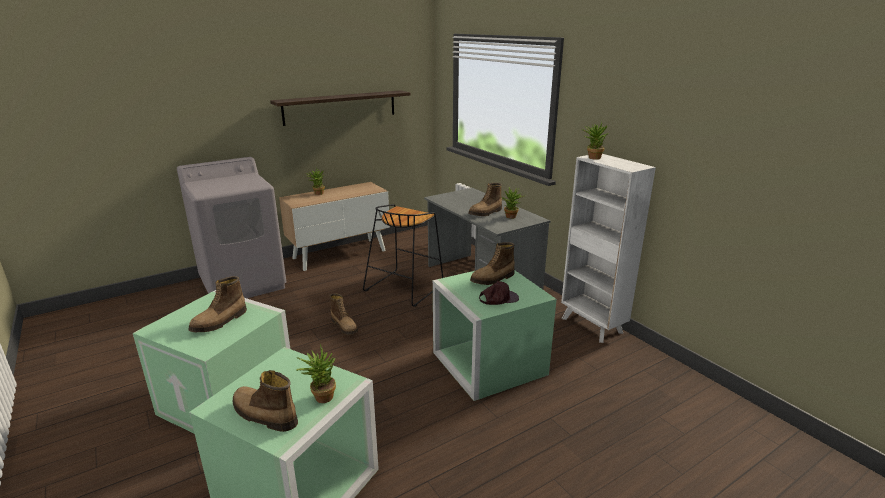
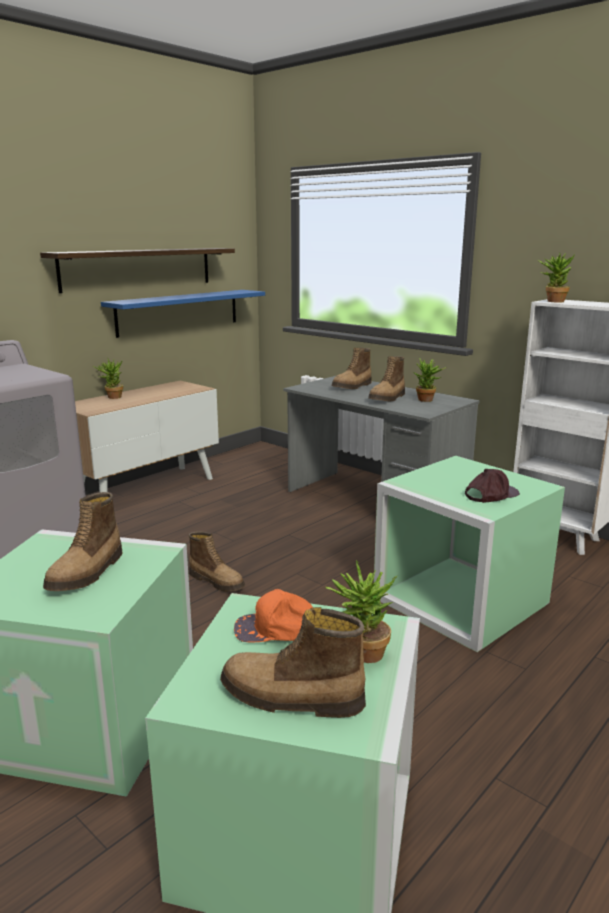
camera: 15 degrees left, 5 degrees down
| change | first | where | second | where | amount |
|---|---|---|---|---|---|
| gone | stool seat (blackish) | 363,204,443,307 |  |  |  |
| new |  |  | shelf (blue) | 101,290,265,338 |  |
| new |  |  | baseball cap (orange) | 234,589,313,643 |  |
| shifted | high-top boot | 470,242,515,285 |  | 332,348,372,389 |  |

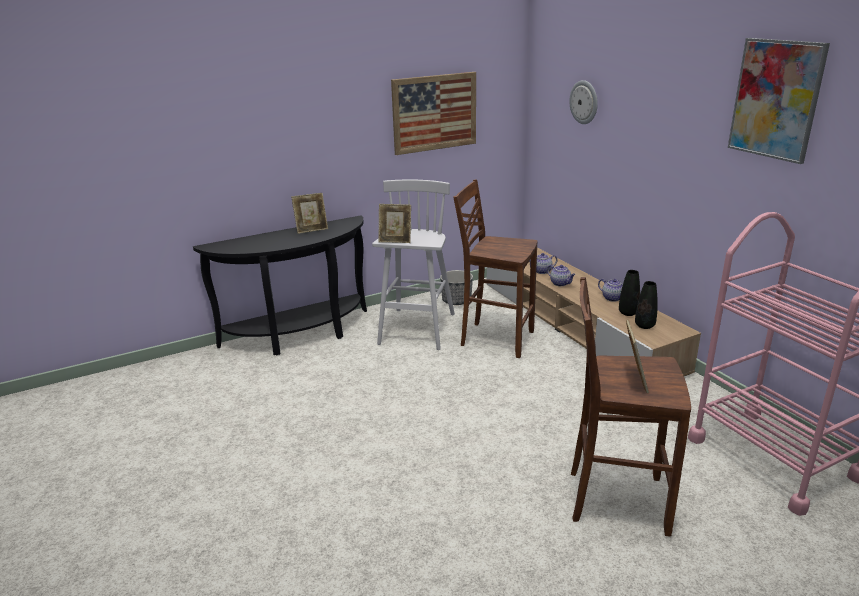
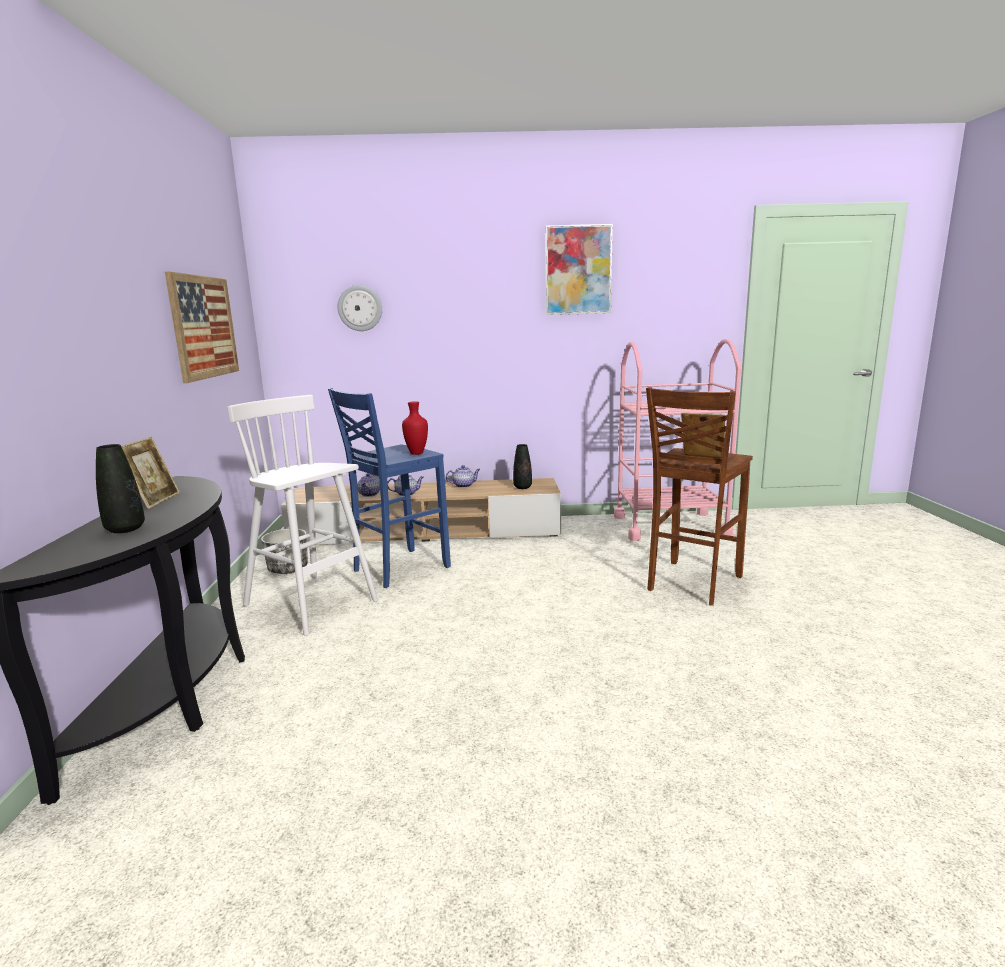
camera: 65 degrees left, 10 degrees down
| change | first | where | second | where | amount |
|---|---|---|---|---|---|
| gone | picture frame | 379,204,411,243 |  |  |  |
| new |  |  | decorative vase (red) | 402,401,428,455 |  |
| shifted | decorative vase (blackish) | 619,270,640,316 |  | 96,444,145,533 |  |
| repainted | stool seat (brown-coloured) | 454,179,538,358 | stool seat (blue) | 328,388,451,588 |  |

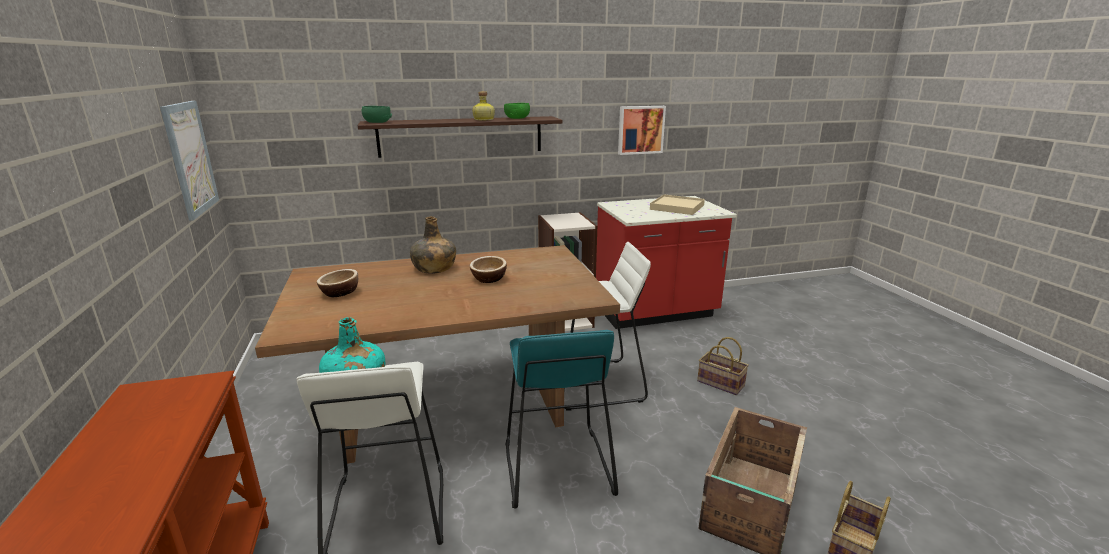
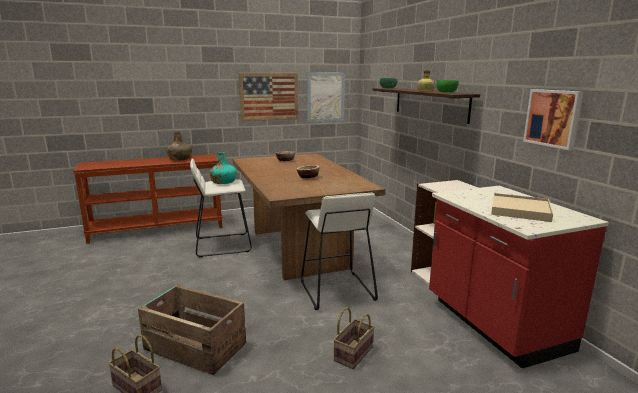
camera: 85 degrees right, 5 degrees down
| change | first | where | second | where | amount |
|---|---|---|---|---|---|
| gone | stool seat (turquoise-coloured) | 506,330,618,509 |  |  |  |
| new |  |  | wall art | 238,73,298,121 |  |
| shifted | bottle (green) | 410,216,456,274 |  | 167,131,192,161 |  |

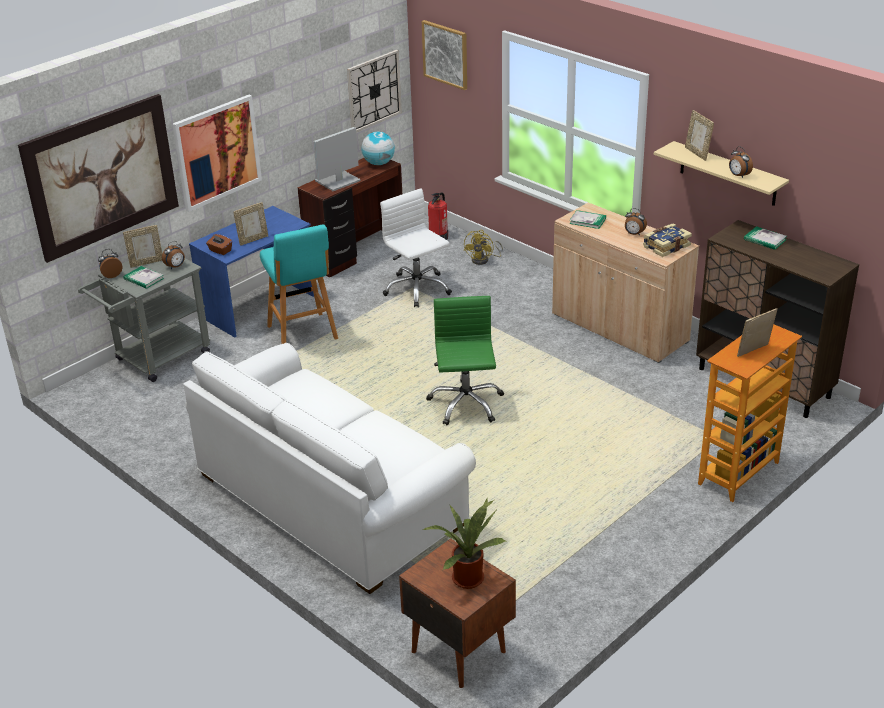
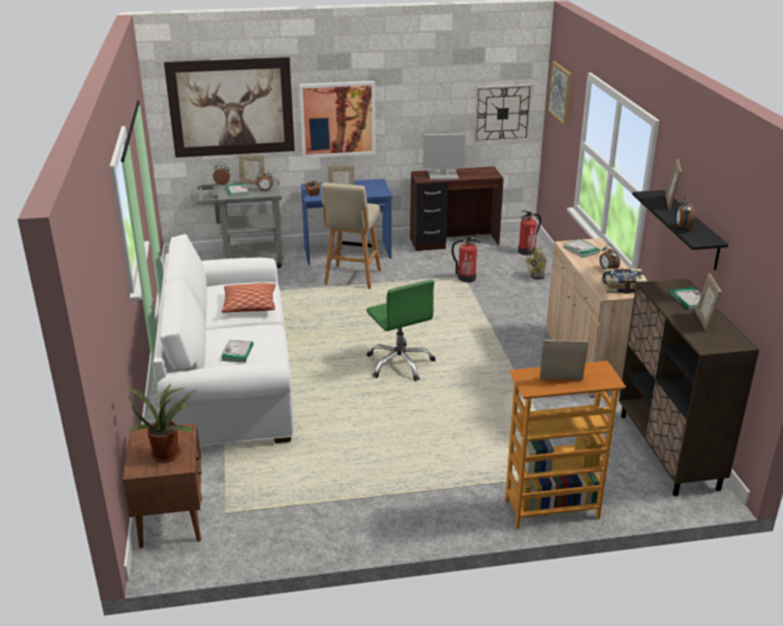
camera: 35 degrees right, 5 degrees down
| change | first | where | second | where | amount |
|---|---|---|---|---|---|
| gone | globe | 361,131,395,165 |  |  |  |
| new |  |  | pillow | 221,283,276,313 |  |
| new |  |  | volume | 221,340,254,362 |  |
| new |  |  | picture frame | 696,273,721,332 |  |
| swapped | desk chair (white-coloured) | 380,188,452,307 | extinguisher | 451,234,480,283 |  |
| repainted | stool seat (turquoise-coloured) | 260,224,338,344 | stool seat (sand-coloured) | 321,182,381,289 |  |
| repainted | shelf (sand-coloured) | 654,141,789,206 | shelf (blackish) | 632,190,728,270 |  |
| rotated | desk chair (green) | 426,296,504,425 |  | 366,280,436,381 | 120 degrees clockwise |

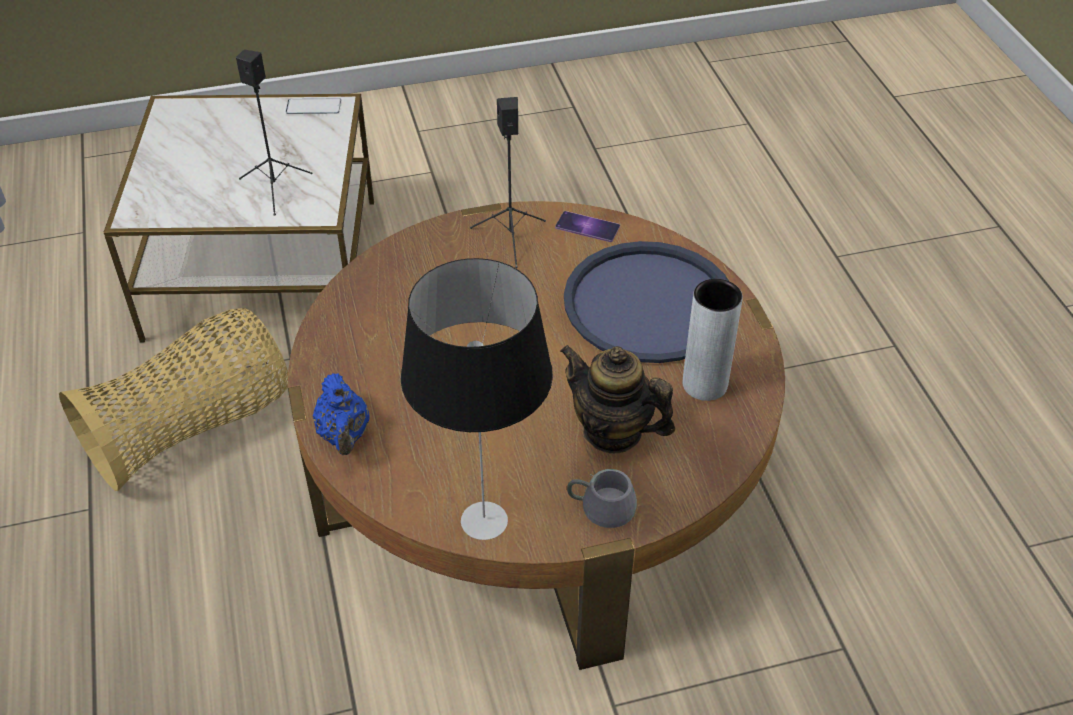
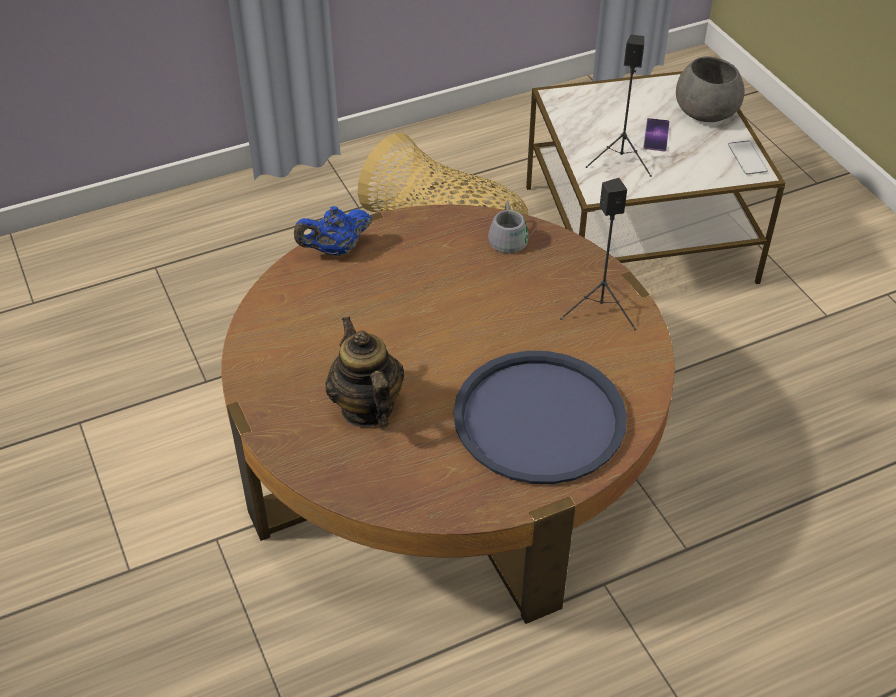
camera: 80 degrees right, 0 degrees up
| change | first | where | second | where | amount |
|---|---|---|---|---|---|
| gone | tabletop lamp | 401,258,553,540 |  |  |  |
| gone | decorative vase (gray) | 683,279,743,401 |  |  |  |
| new |  |  | bowl (gray) | 676,56,745,122 |  |
| shifted | phone | 555,211,620,242 |  | 643,118,670,151 |  |
| shifted | tea mug (gray) | 567,469,637,528 |  | 488,202,536,253 |  |
| rotated | pot for tea | 560,345,675,454 |  | 325,317,404,427 | 45 degrees counterclockwise |

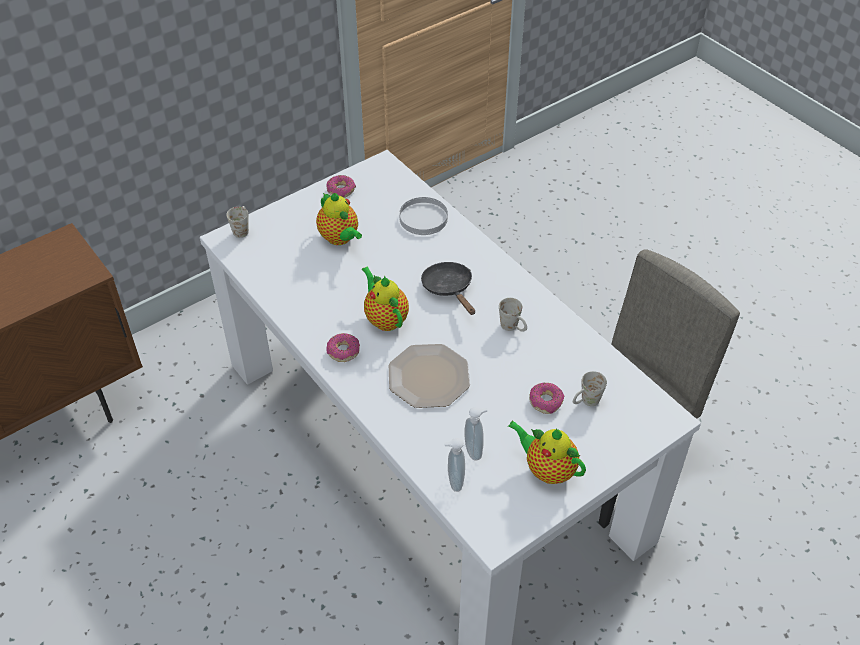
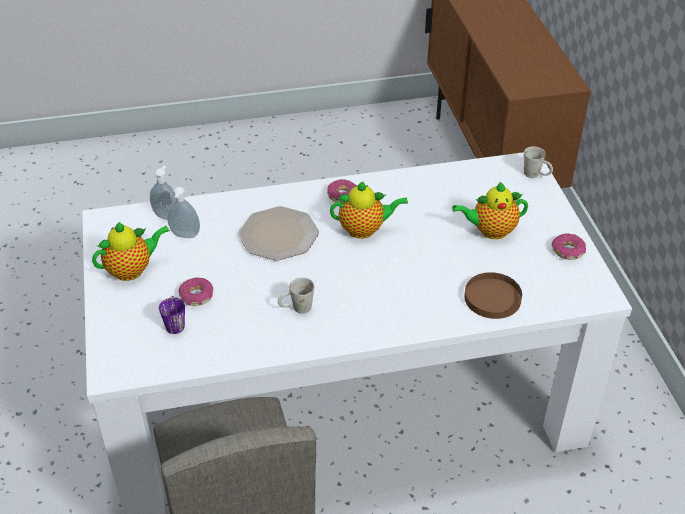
camera: 115 degrees right, 5 degrees down
| change | first | where | second | where | amount |
|---|---|---|---|---|---|
| gone | skillet (blackish) | 421,262,475,315 |  |  |  |
| repainted | flat dish (white-coloured) | 399,197,448,235 | flat dish (brown-coloured) | 464,272,522,319 |  |
| repainted | tea mug (white-coloured) | 573,371,607,406 | tea mug (purple) | 159,296,185,334 |  |

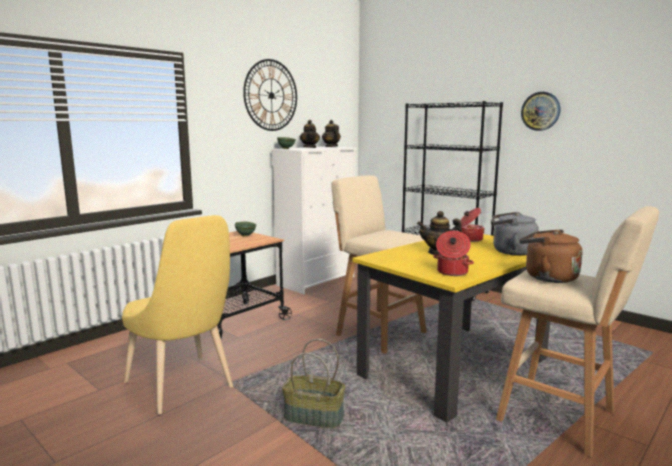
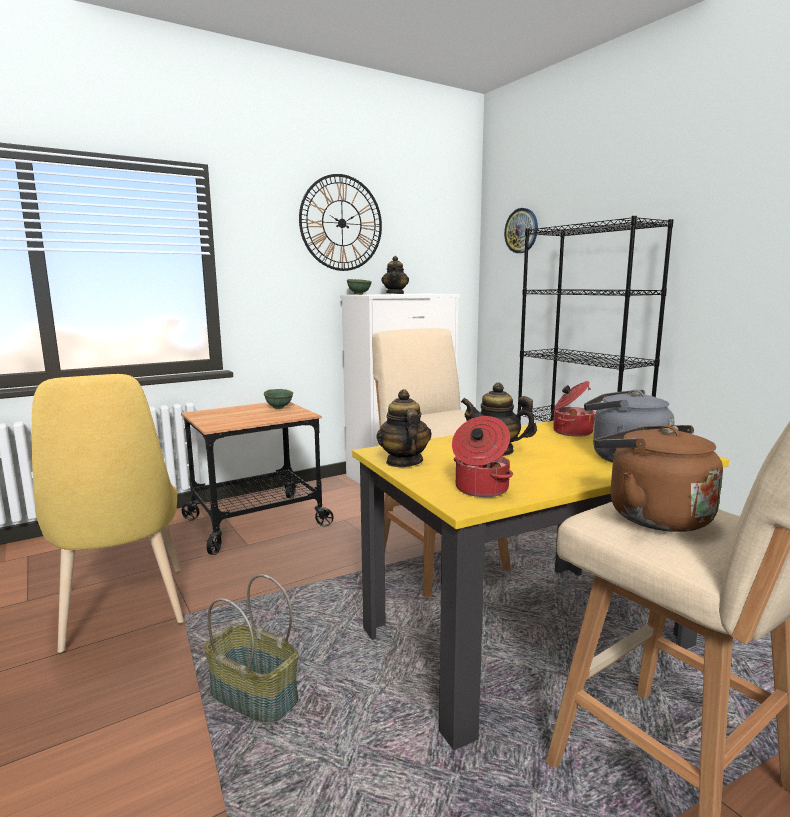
camera: 15 degrees right, 0 degrees up
| change | first | where | second | where | amount |
|---|---|---|---|---|---|
| shifted | pot for tea | 322,120,341,147 |  | 376,389,432,467 |  |
| shifted | clock on the wall | 521,92,560,131 |  | 504,208,538,253 |  |

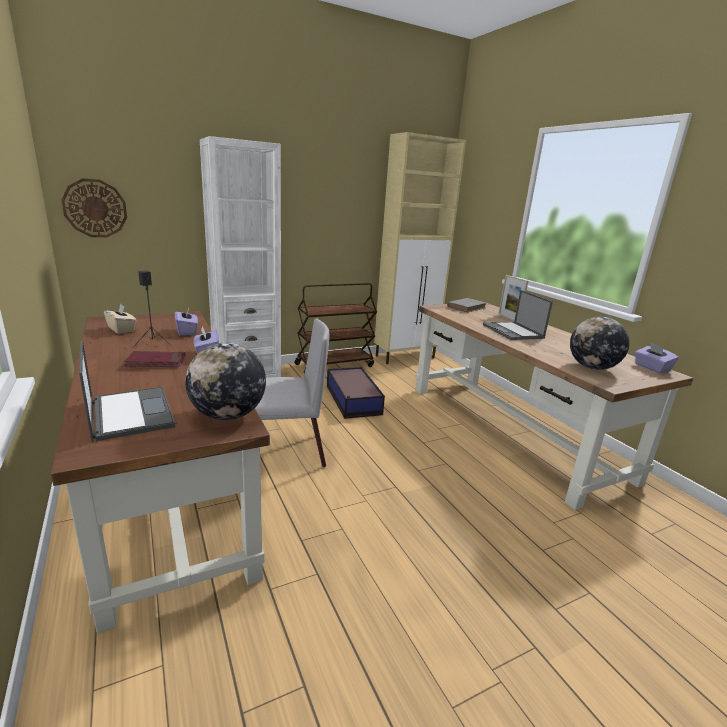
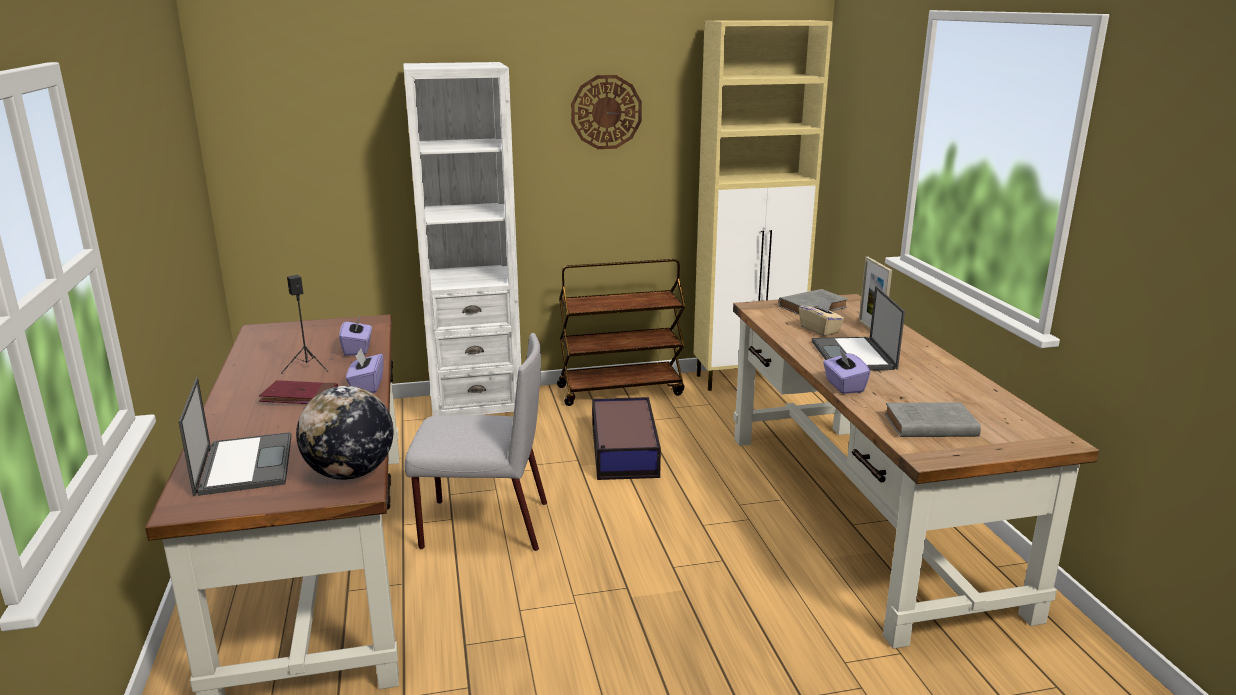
camera: 15 degrees right, 0 degrees up
| change | first | where | second | where | amount |
|---|---|---|---|---|---|
| shifted | clock on the wall | 61,178,127,237 |  | 571,75,642,149 |  |
| shifted | tissue box (sand-coloured) | 104,304,137,334 |  | 799,297,845,336 |  |
| shifted | tissue box (purple) | 635,343,679,373 |  | 823,348,870,394 |  |
| swapped | globe | 570,317,630,370 | volume (gray) | 885,402,981,437 |  |

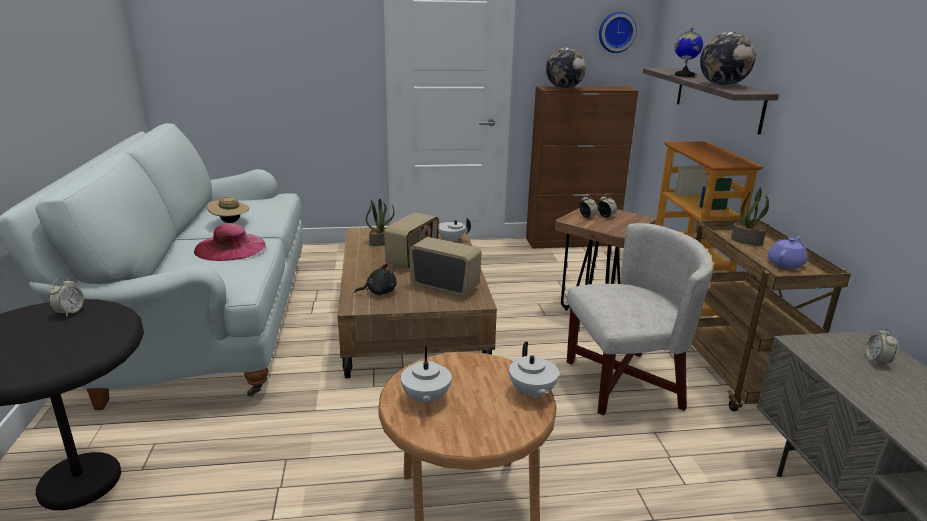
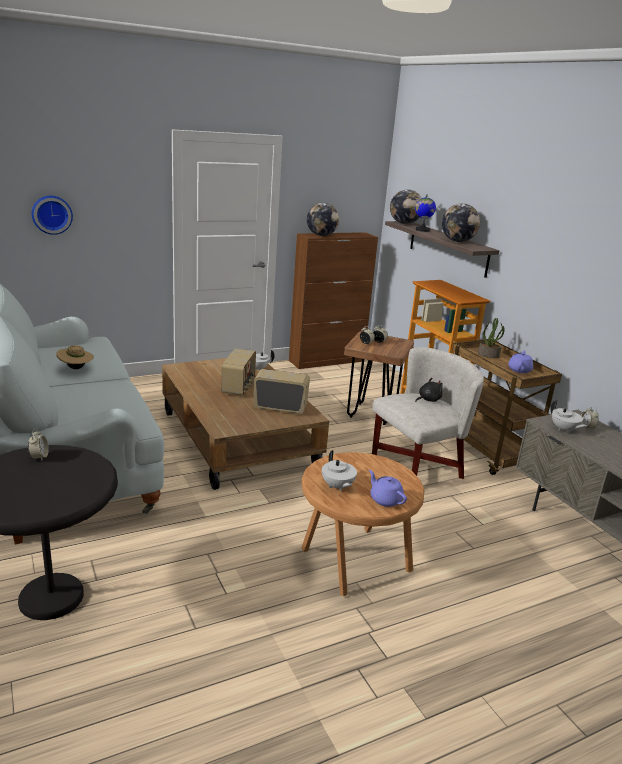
camera: 20 degrees left, 0 degrees up
| change | first | where | second | where | amount |
|---|---|---|---|---|---|
| gone | clothing hat (pink) | 194,223,266,261 |  |  |  |
| gone | potted plant | 366,199,395,246 |  |  |  |
| new |  |  | pot for tea (purple) | 369,470,407,507 |  |
| new |  |  | globe | 390,189,421,224 |  |
| shifted | plush toy (blackish) | 354,264,397,295 |  | 415,378,443,402 |  |
| shifted | pot for tea (white-coloured) | 509,342,559,400 |  | 551,400,587,433 |  |
| shifted | clock on the wall | 599,12,637,53 |  | 32,196,73,235 |  |

